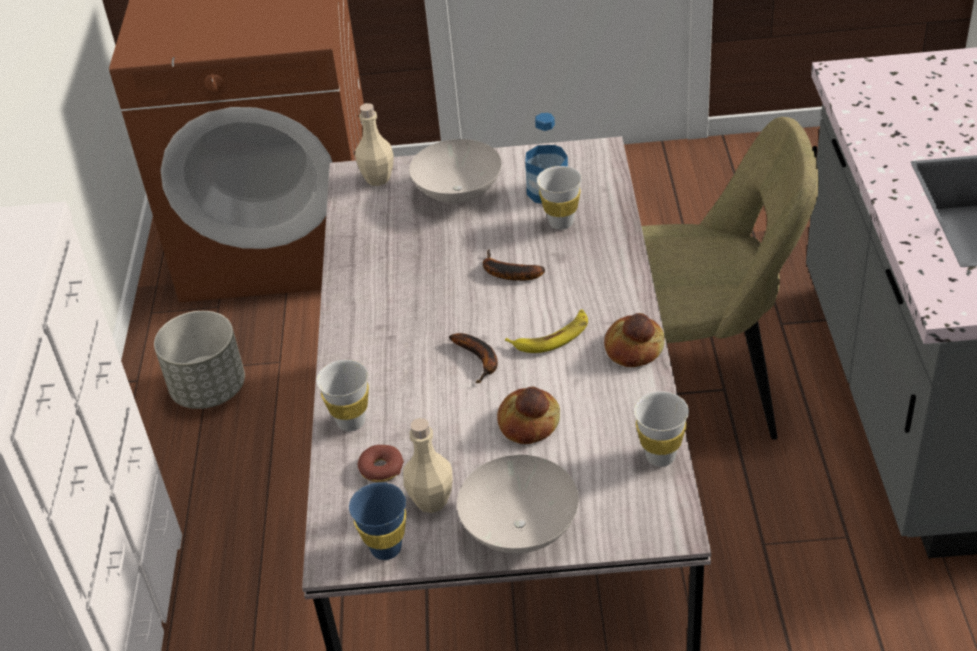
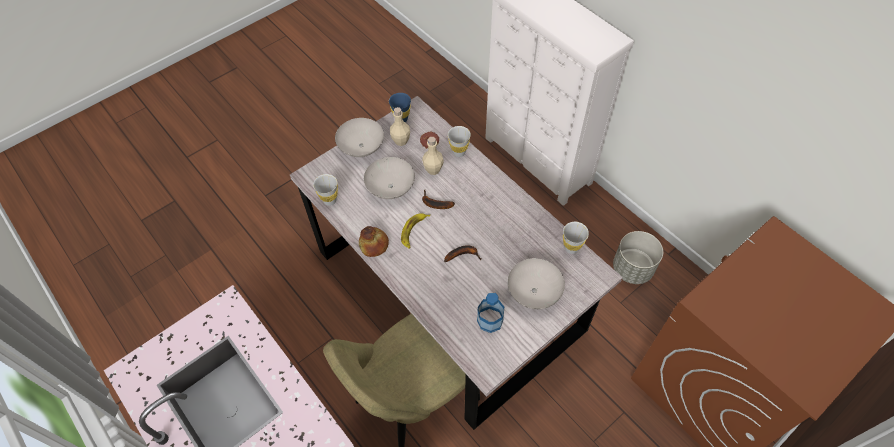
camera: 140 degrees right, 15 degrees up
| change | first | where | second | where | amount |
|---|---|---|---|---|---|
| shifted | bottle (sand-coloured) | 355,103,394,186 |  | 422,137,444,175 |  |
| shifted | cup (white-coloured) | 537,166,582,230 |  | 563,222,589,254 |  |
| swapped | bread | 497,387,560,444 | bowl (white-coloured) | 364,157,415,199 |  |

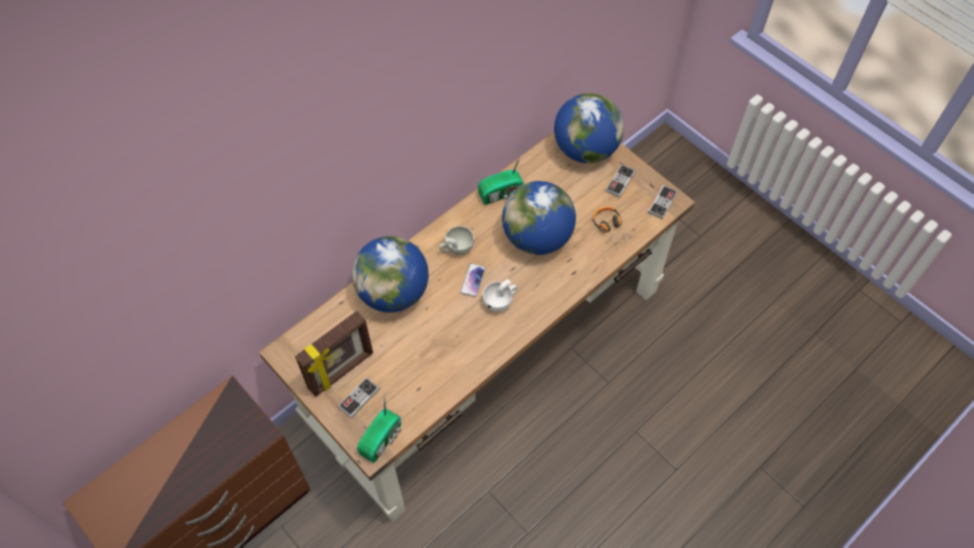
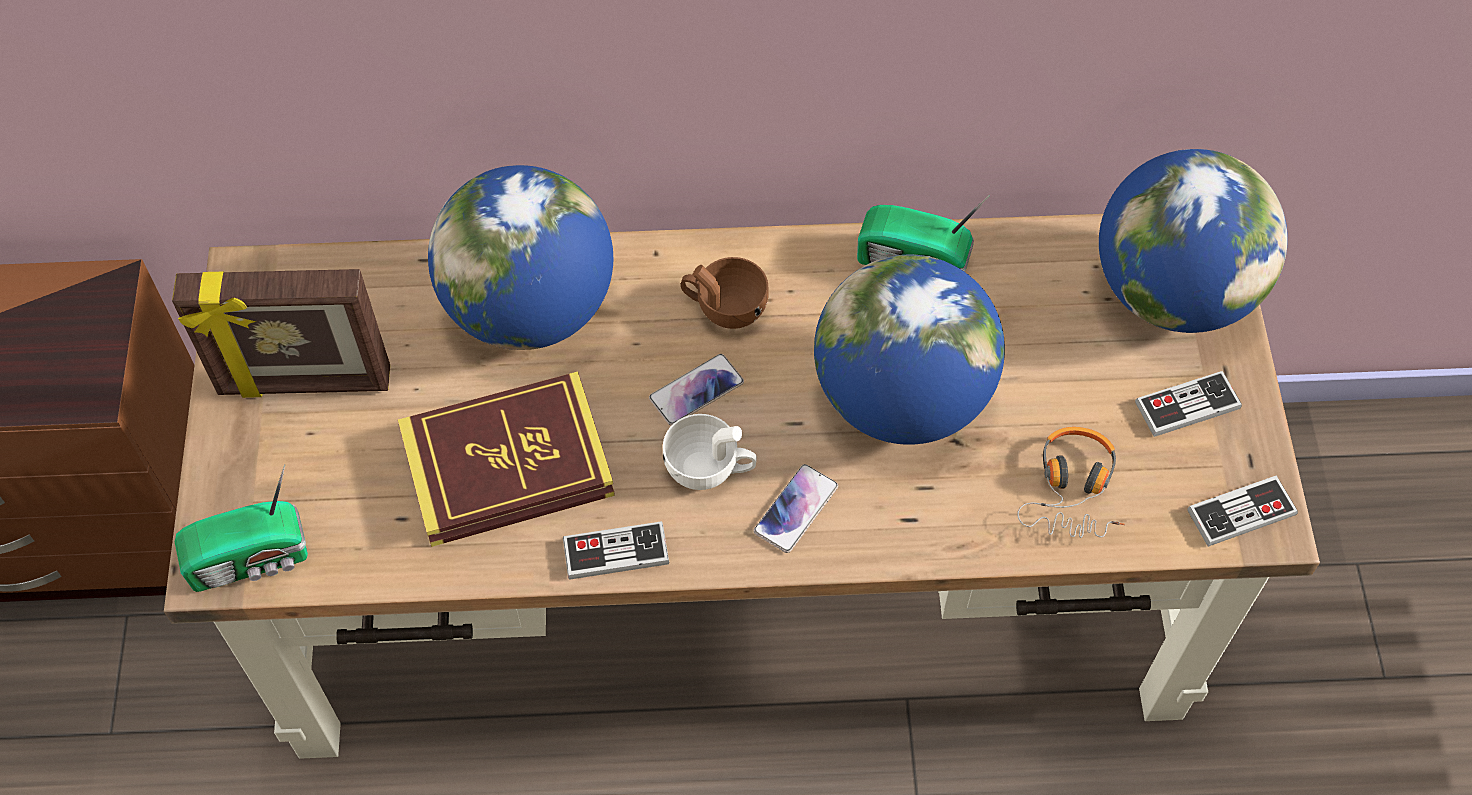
camera: 40 degrees right, 0 degrees up
| change | first | where | second | where | amount |
|---|---|---|---|---|---|
| new |  |  | volume | 398,372,615,547 |  |
| new |  |  | phone | 753,464,838,553 |  |
| shifted | game controller | 338,377,380,418 |  | 563,521,669,579 |  |
| repainted | cup (white-coloured) | 439,226,474,255 | cup (brown-coloured) | 681,257,769,329 |  |

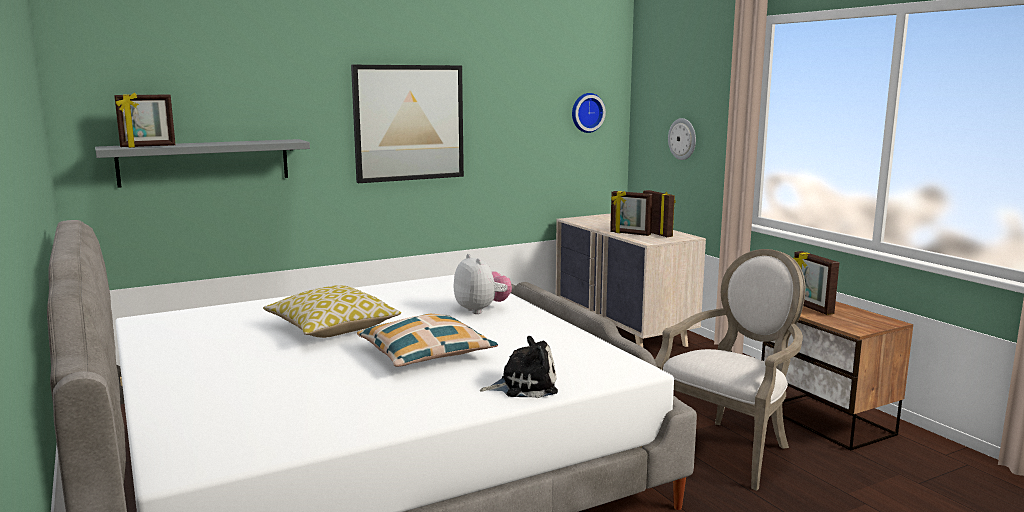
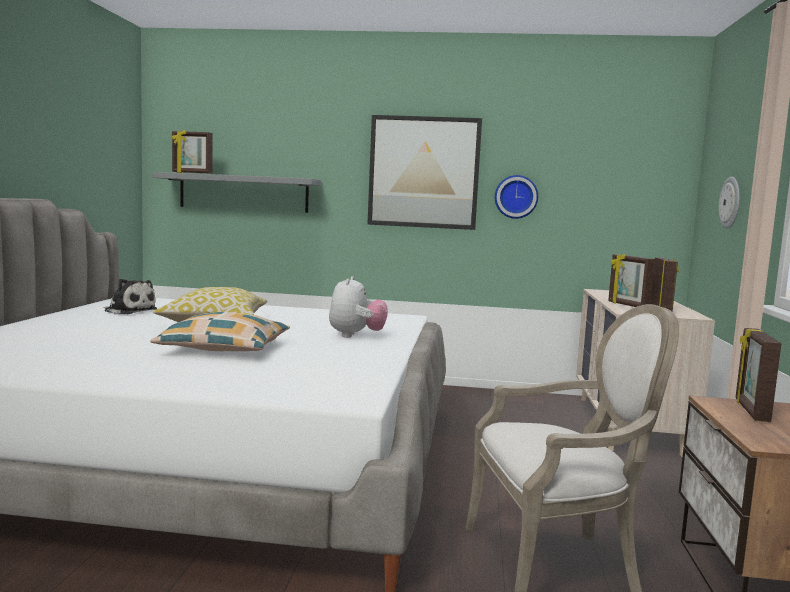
camera: 35 degrees right, 5 degrees down
| change | first | where | second | where | amount |
|---|---|---|---|---|---|
| shifted | plush toy | 480,336,558,398 |  | 103,279,157,314 |  |
| shifted | clock on the wall | 572,93,606,133 |  | 495,175,538,219 |  |

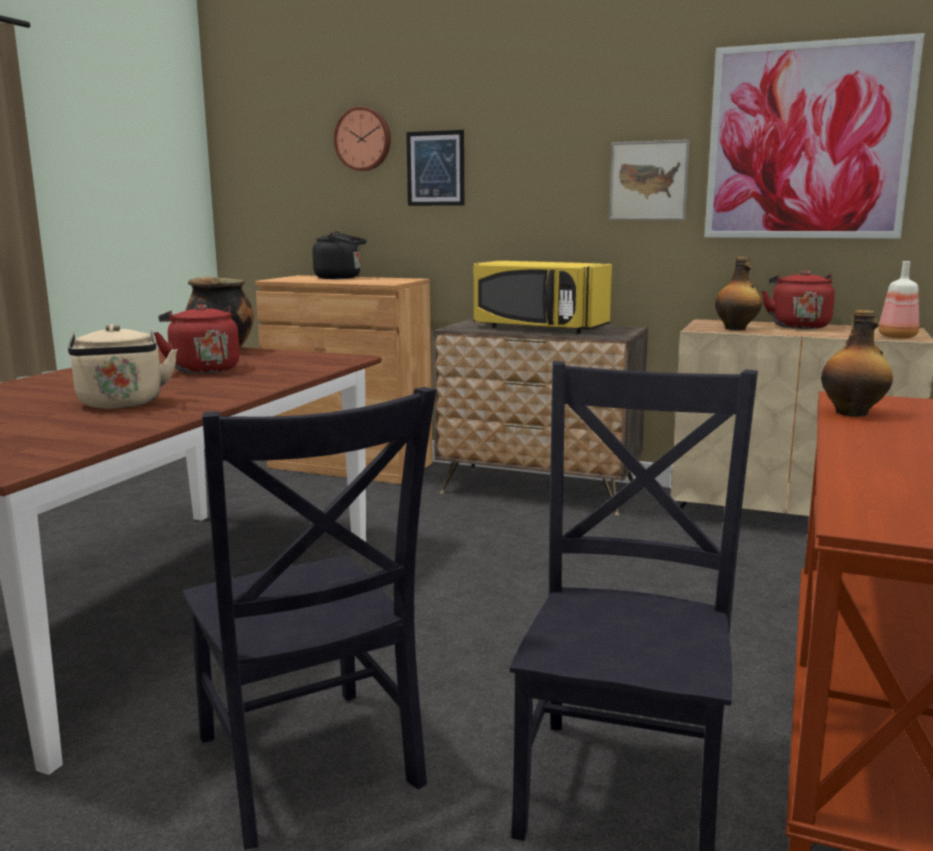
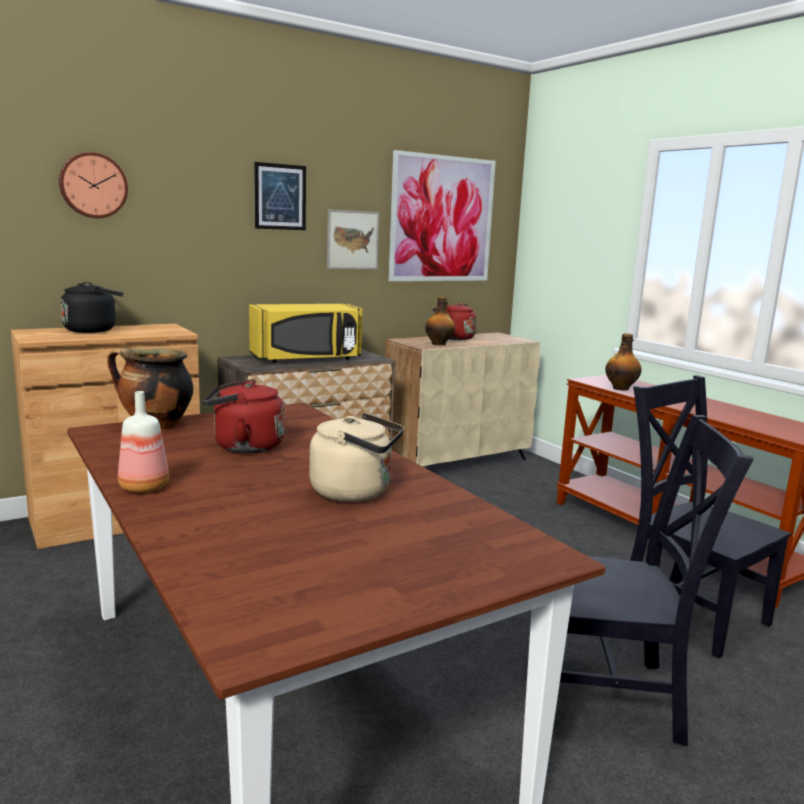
camera: 55 degrees left, 0 degrees up
| change | first | where | second | where | amount |
|---|---|---|---|---|---|
| shifted | wall art | 406,130,464,206 |  | 254,162,306,230 |  |
| shifted | bottle | 878,261,919,338 |  | 118,391,169,493 |  |

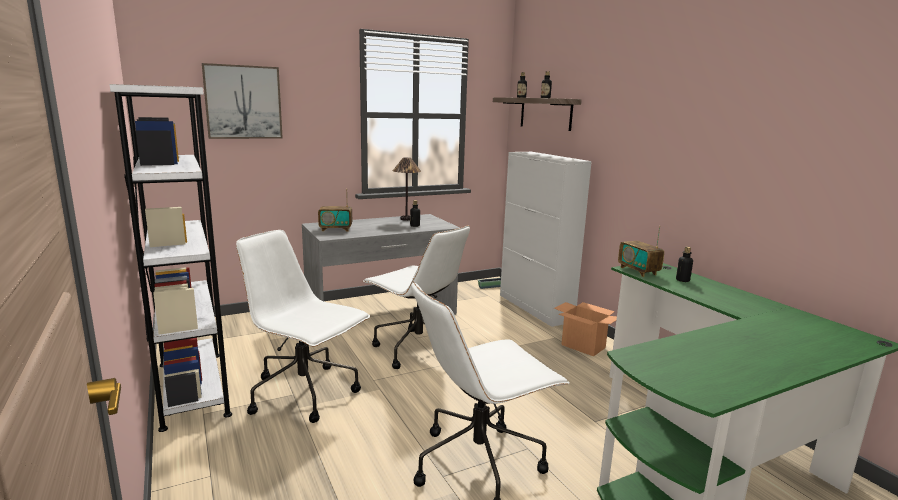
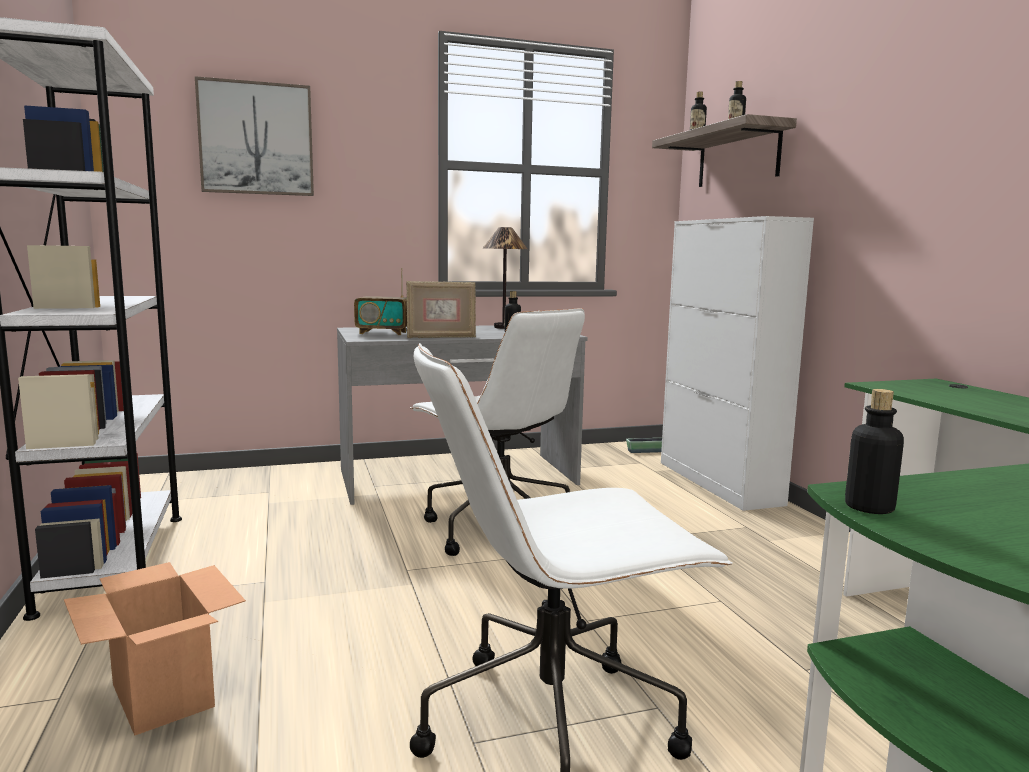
camera: 10 degrees right, 5 degrees down
| change | first | where | second | where | amount |
|---|---|---|---|---|---|
| gone | desk chair (white-coloured) | 236,230,370,423 |  |  |  |
| gone | radio | 618,226,664,277 |  |  |  |
| new |  |  | picture frame | 406,281,476,338 |  |
| shifted | packing box | 554,302,617,357 |  | 64,562,246,736 |  |
| shifted | bottle | 676,247,693,282 |  | 845,389,904,514 |  |

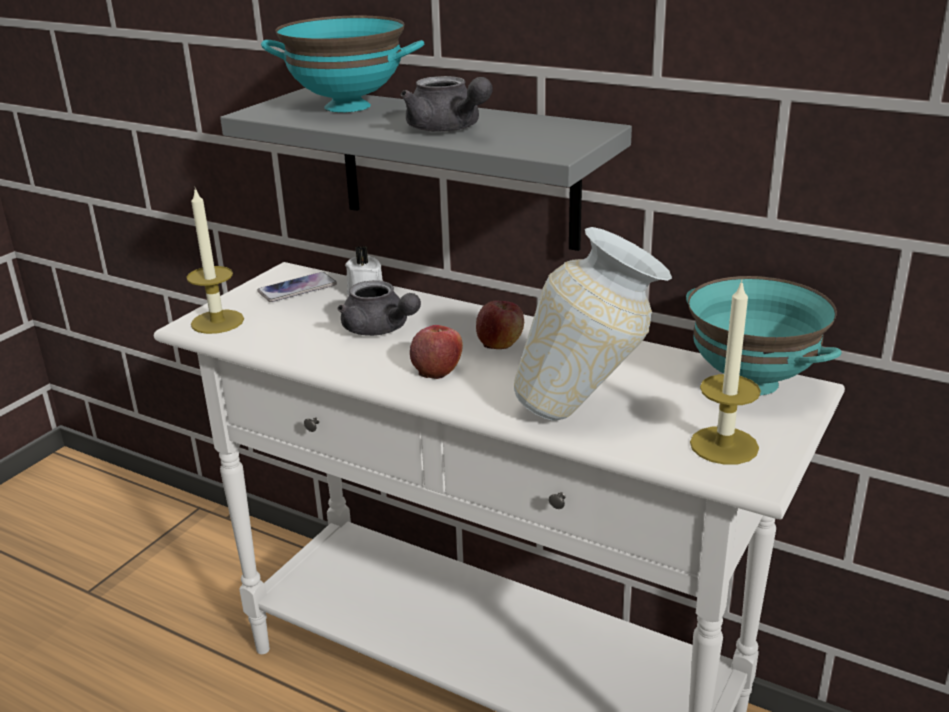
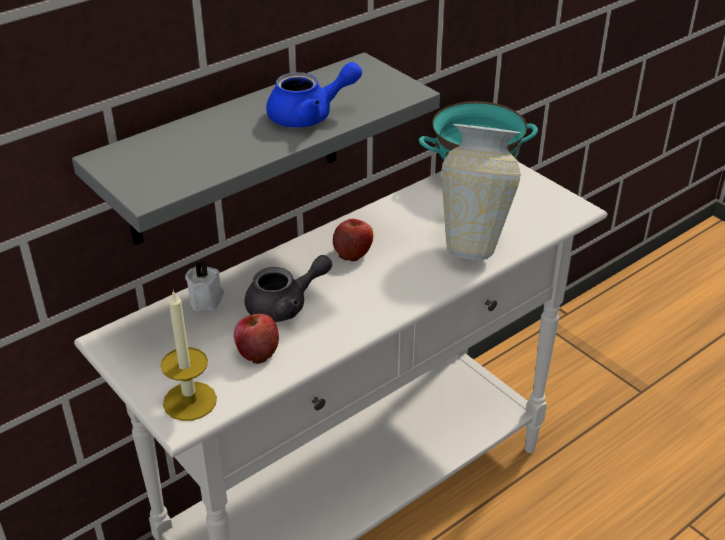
camera: 70 degrees left, 10 degrees up
| change | first | where | second | where | amount |
|---|---|---|---|---|---|
| gone | phone | 258,272,337,302 |  |  |  |
| gone | bowl (turquoise-coloured) | 261,16,424,113 |  |  |  |
| gone | wax light | 690,279,761,465 |  |  |  |
| shifted | whole apple | 410,325,463,379 |  | 234,313,279,364 |  |
| repainted | pot for tea (gray) | 401,76,493,132 | pot for tea (blue) | 266,62,362,127 |  |

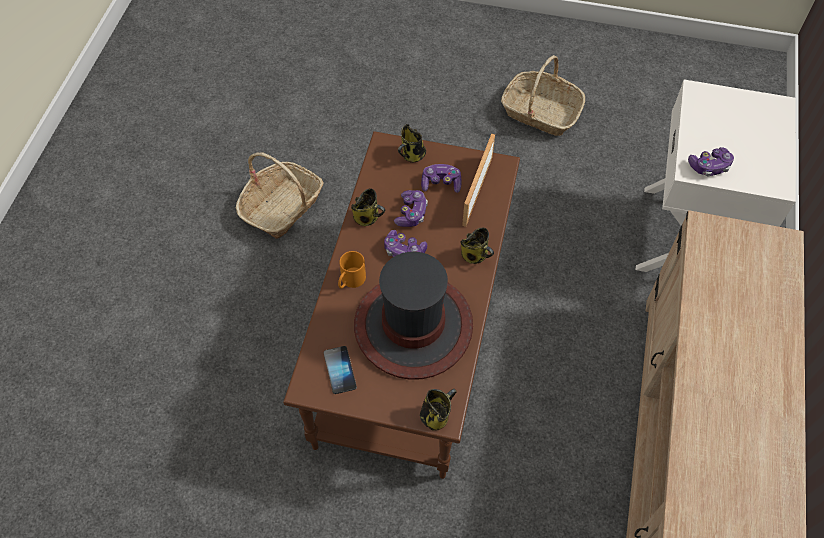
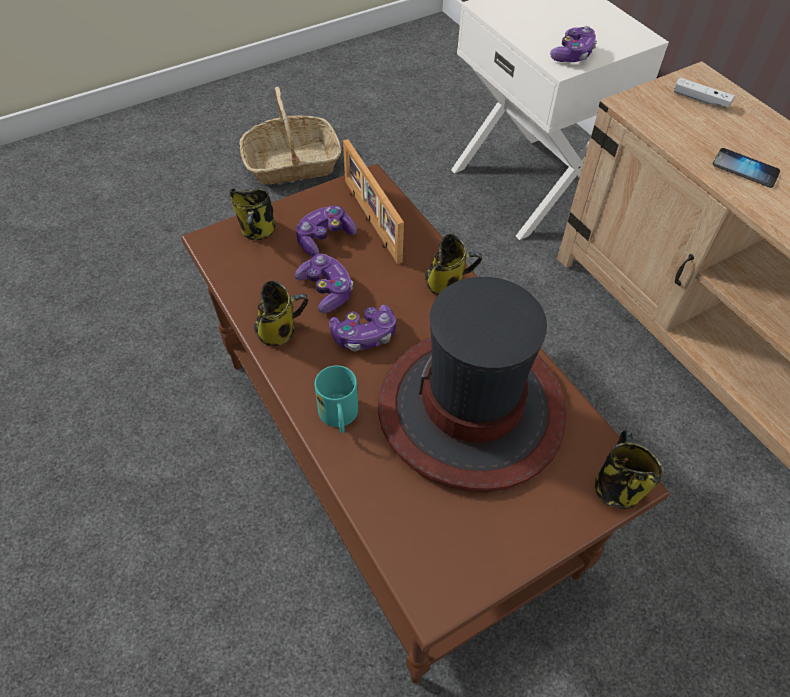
camera: 45 degrees left, 5 degrees down
| change | first | where | second | where | amount |
|---|---|---|---|---|---|
| gone | storage basket | 236,152,323,239 |  |  |  |
| new |  |  | game controller (white-coloured) | 674,78,735,107 |  |
| shifted | phone | 324,346,357,394 |  | 713,148,780,188 |  |
| repainted | tea mug (orange) | 338,251,366,289 | tea mug (turquoise-coloured) | 315,365,358,433 |  |

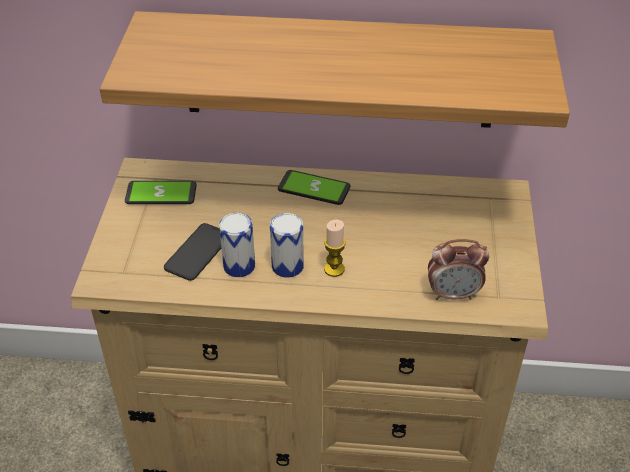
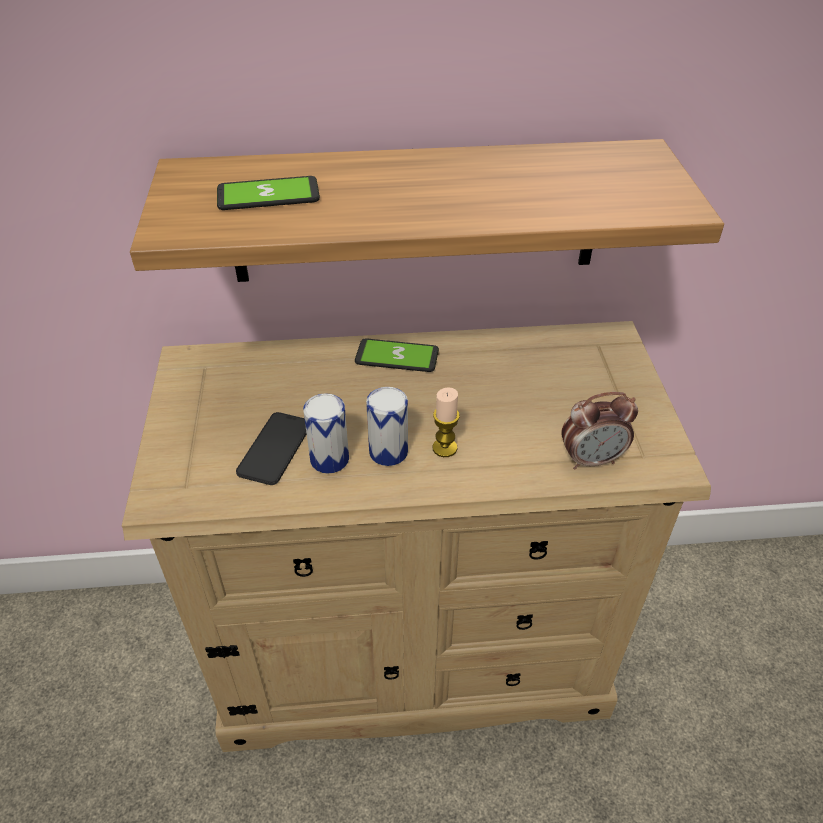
camera: 10 degrees left, 0 degrees up
| change | first | where | second | where | amount |
|---|---|---|---|---|---|
| shifted | phone | 125,181,197,204 |  | 217,176,320,210 |  |

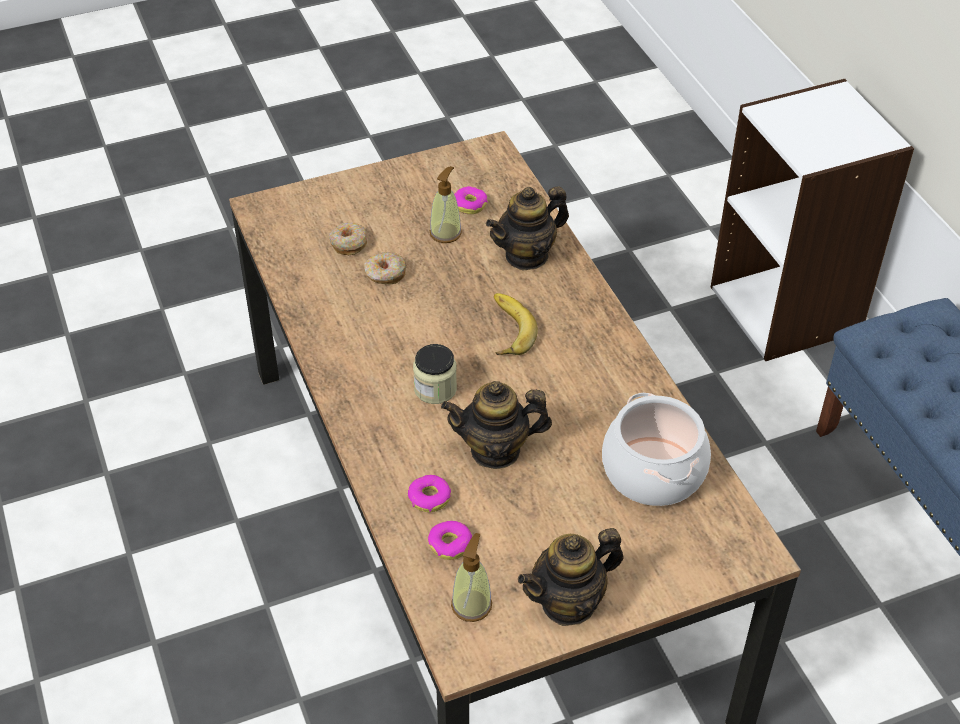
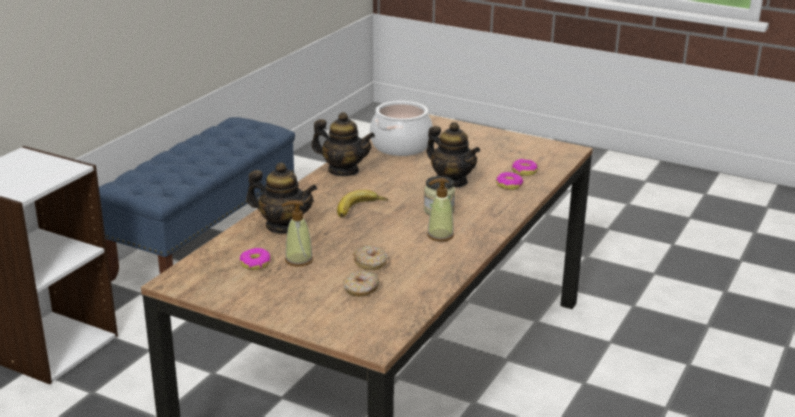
camera: 130 degrees left, 20 degrees down
| change | first | where | second | where | amount |
|---|---|---|---|---|---|
| shifted | soap dispenser | 451,533,492,622 |  | 427,178,454,241 |  |
| shifted | pot for tea | 518,528,623,626 |  | 311,112,375,176 |  |

